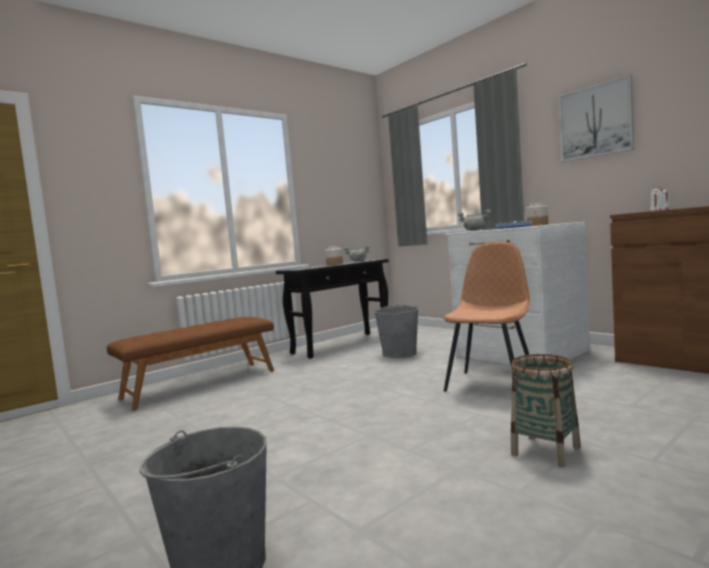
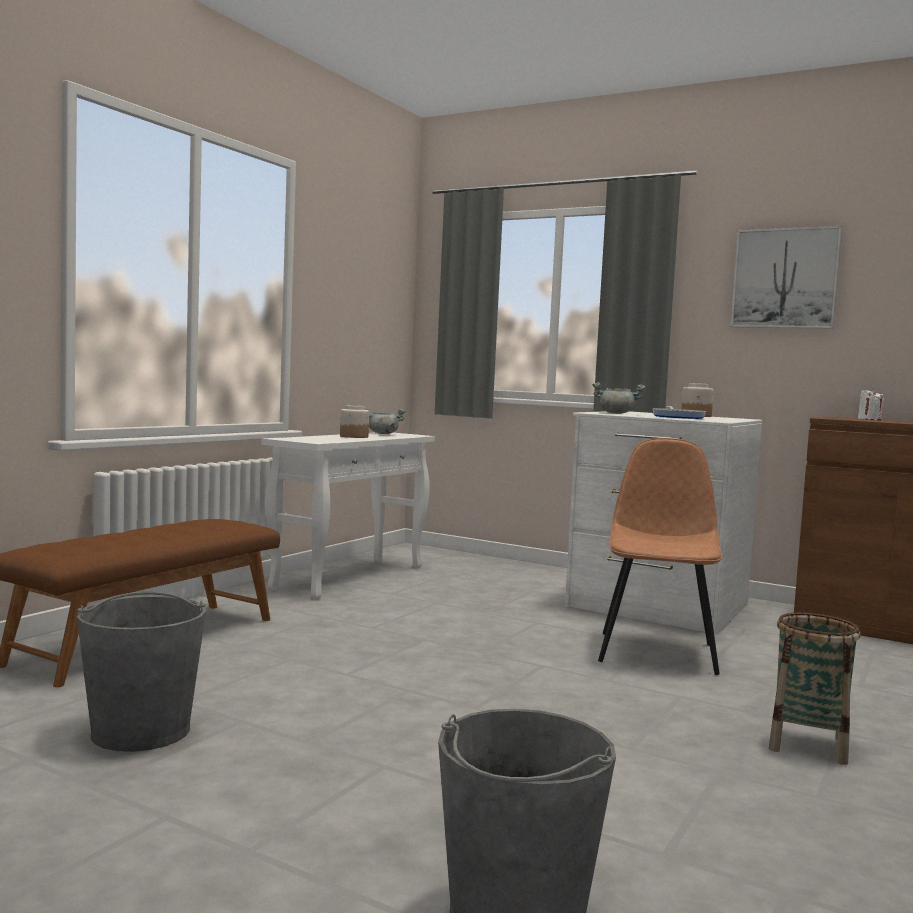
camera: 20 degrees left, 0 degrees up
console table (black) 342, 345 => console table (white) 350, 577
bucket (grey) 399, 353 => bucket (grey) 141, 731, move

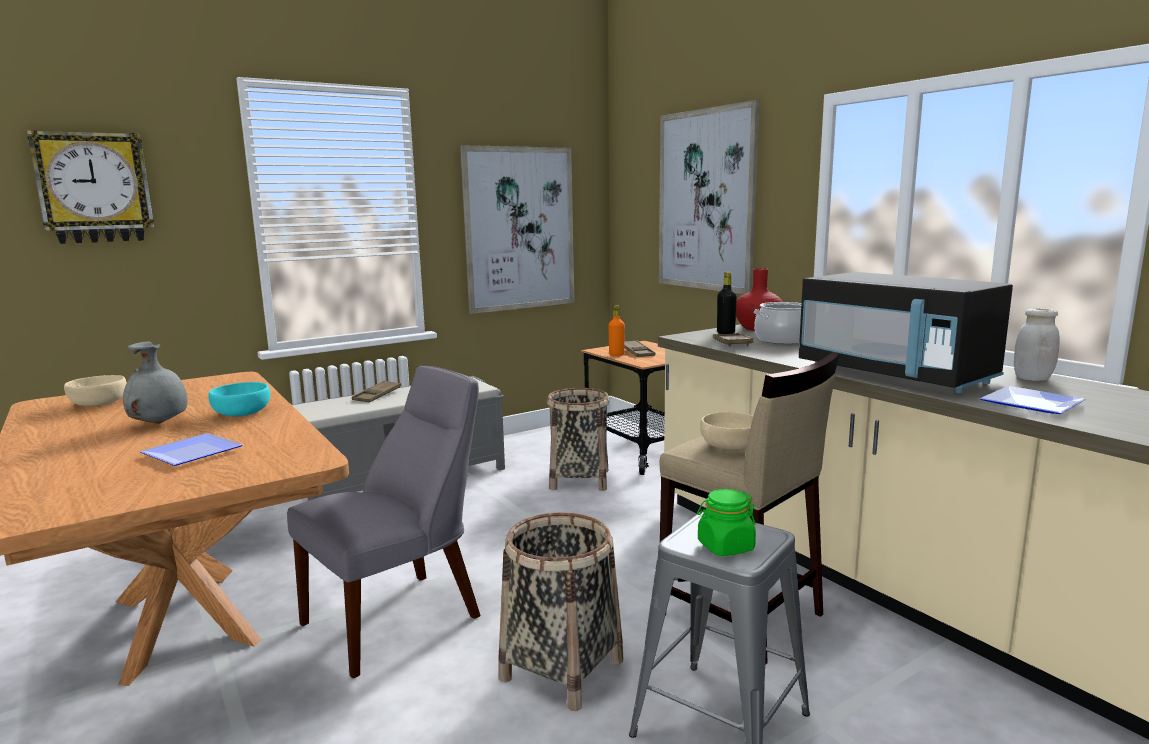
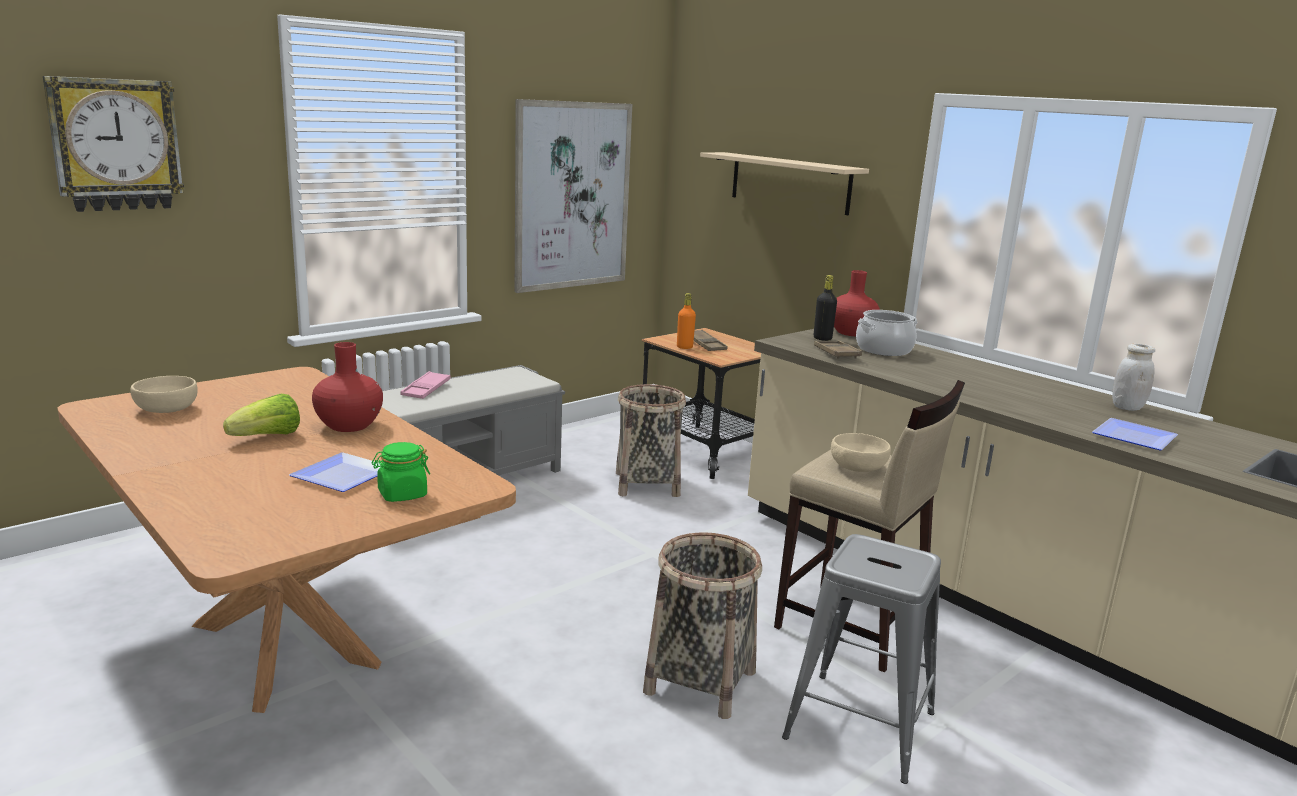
camera: 10 degrees left, 5 degrees up
picture 706, 200 => shelf (beige) 790, 183
microwave (black) 894, 375 => nothing
vase (grey) 160, 423 => lettuce 268, 437
chair (grey) 399, 617 => nothing
tray (brown) 377, 395 => tray (pink) 426, 389
bowl (turquoise) 241, 413 => vase (red) 349, 425
jar (green) 725, 547 => jar (green) 402, 494, move

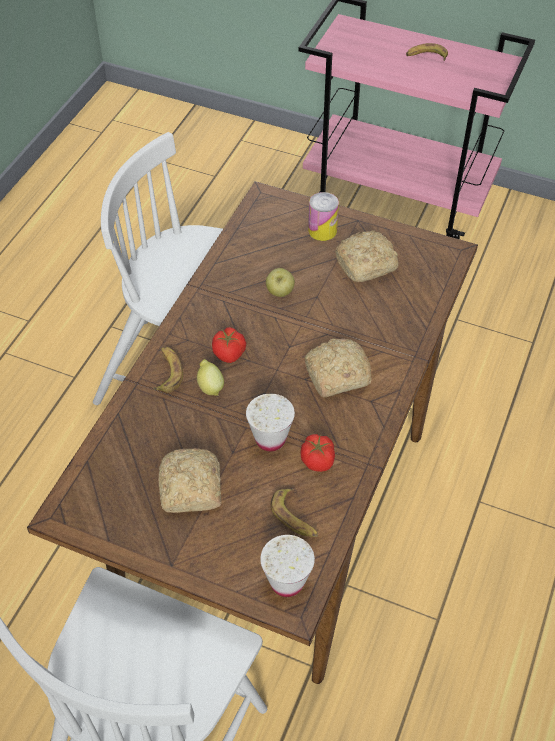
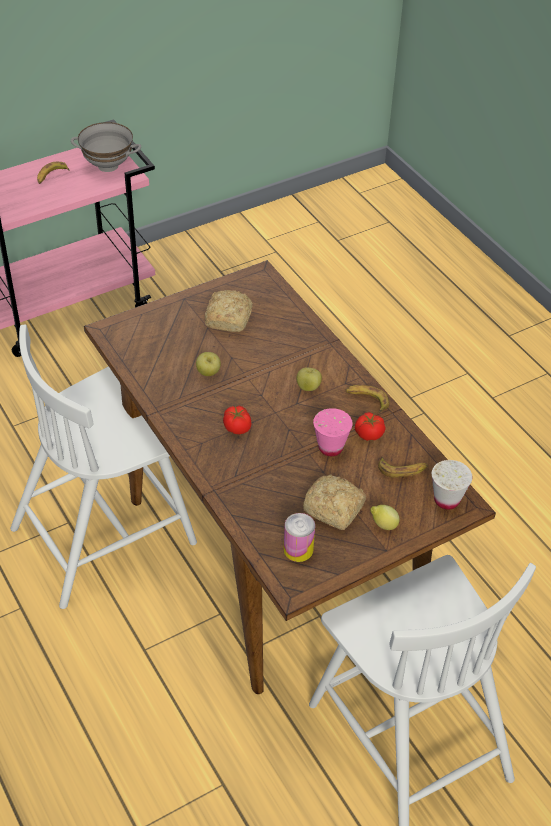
camera: 55 degrees left, 5 degrees down
can 322, 230 => can 298, 549, move
bread 335, 375 => apple 308, 387
banana 167, 372 => banana 367, 400, move
lemon 210, 387 => lemon 383, 525, move
cup (white) 270, 439 => cup (pink) 330, 447
nothing => bowl (grey) 107, 166

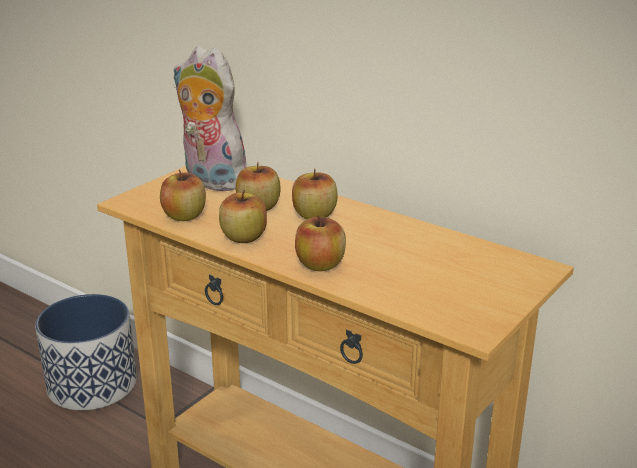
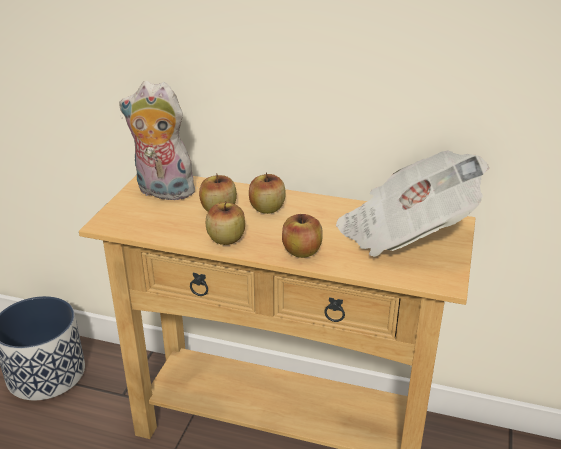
camera: 20 degrees left, 5 degrees up
apple 184, 216 => nothing
nothing => newspaper 405, 233

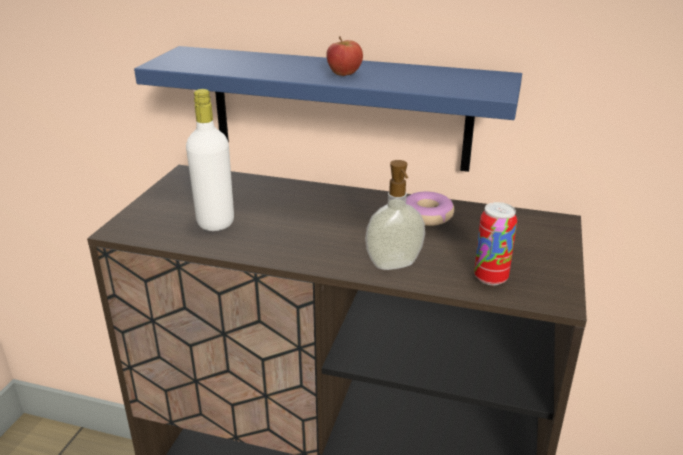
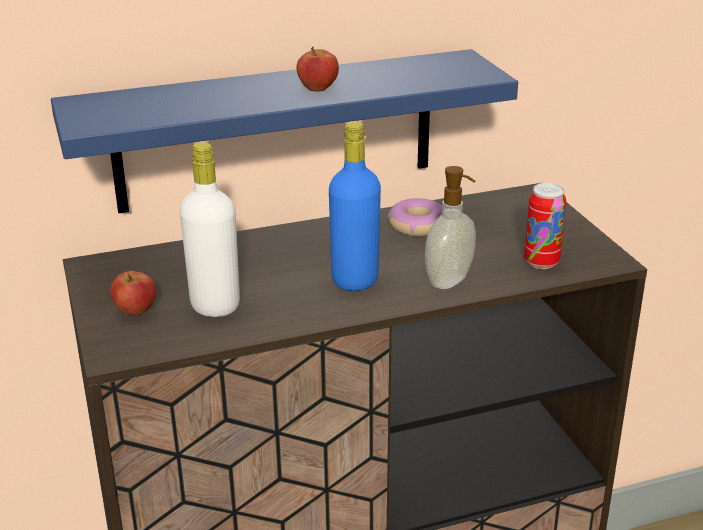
camera: 35 degrees left, 0 degrees up
nothing => bottle (blue) 355, 280
nothing => apple 136, 310

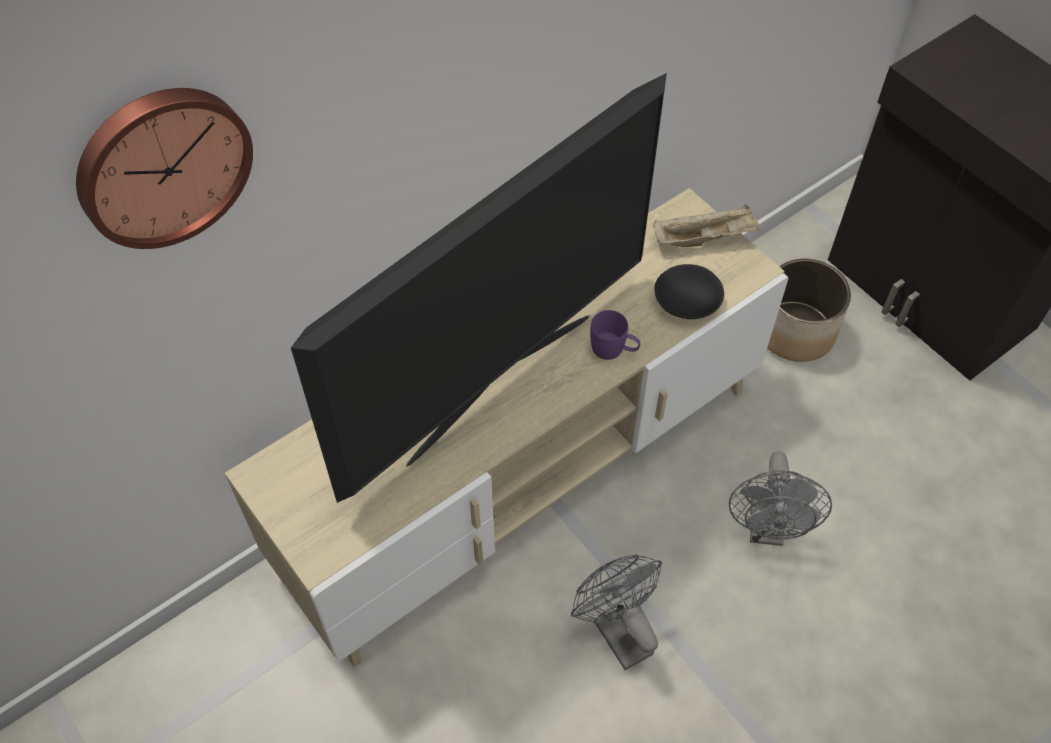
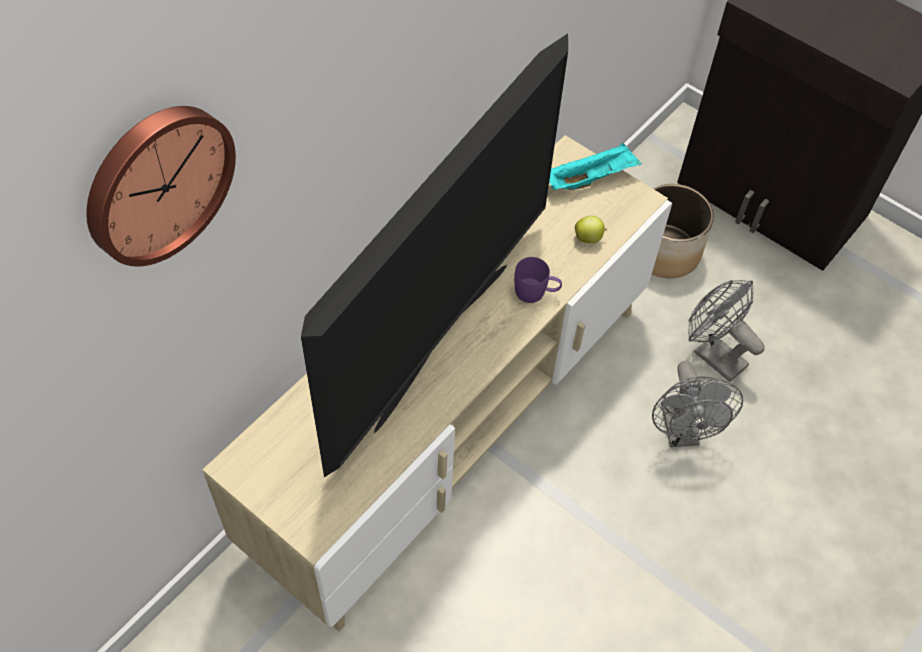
camera: 15 degrees left, 0 degrees up
tray (beige) 705, 238 => tray (turquoise) 591, 178
bowl (black) 686, 301 => apple 588, 238
fan (grey) 616, 630 => fan (grey) 712, 354, move

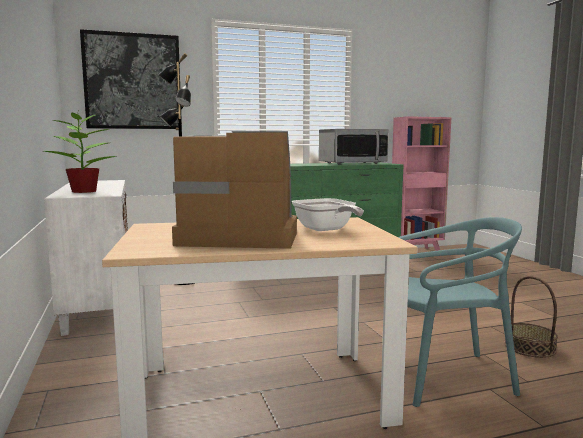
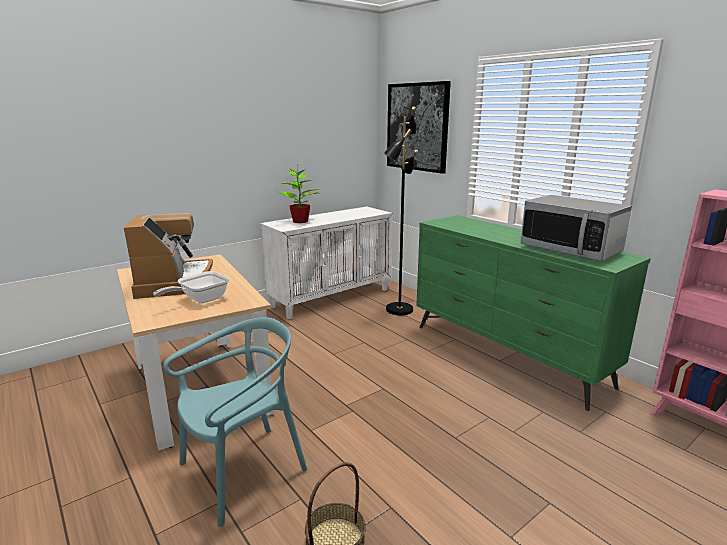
camera: 70 degrees right, 10 degrees up
chair (turquoise) 445, 376 => chair (turquoise) 243, 471, 105 degrees counterclockwise

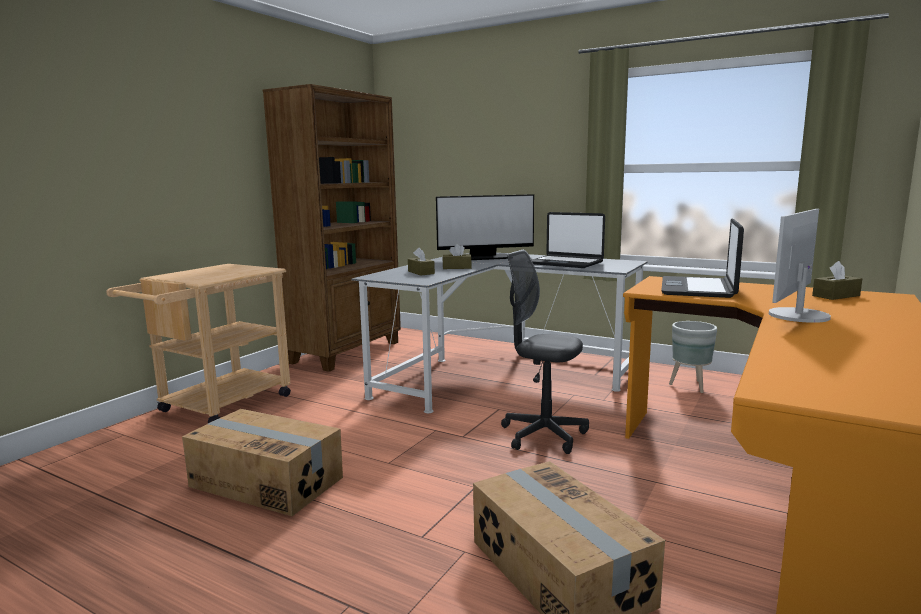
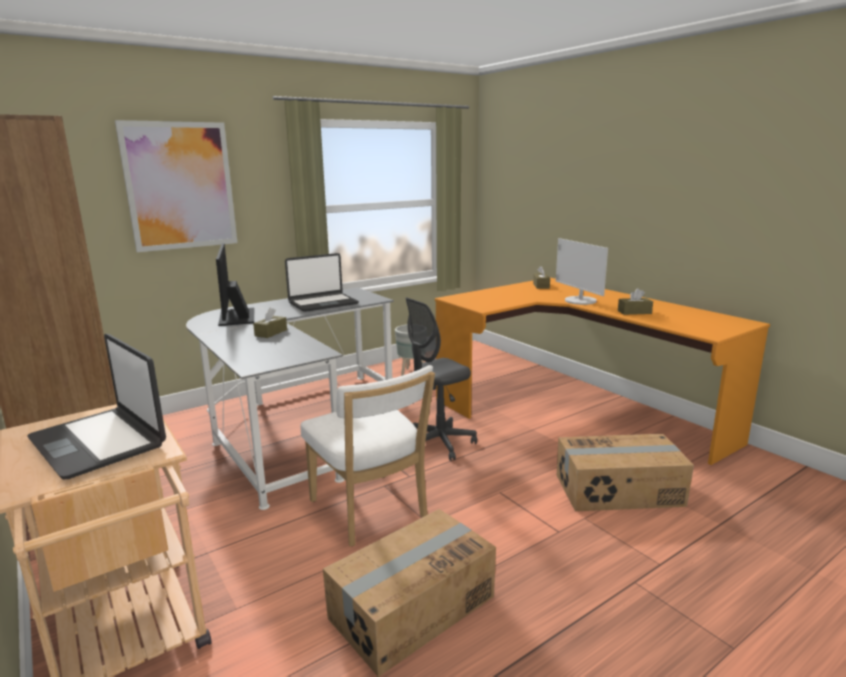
camera: 65 degrees left, 5 degrees up
monitor 484, 257 => monitor 235, 317, 150 degrees clockwise
laptop 698, 288 => laptop 99, 442, move
tissue box (brown) 421, 272 => tissue box (brown) 634, 312, move
nothing => picture 180, 186
nothing => chair (white) 370, 512

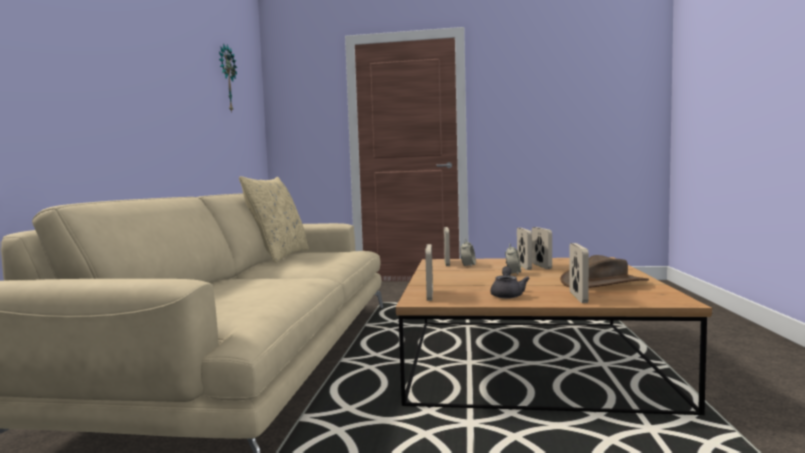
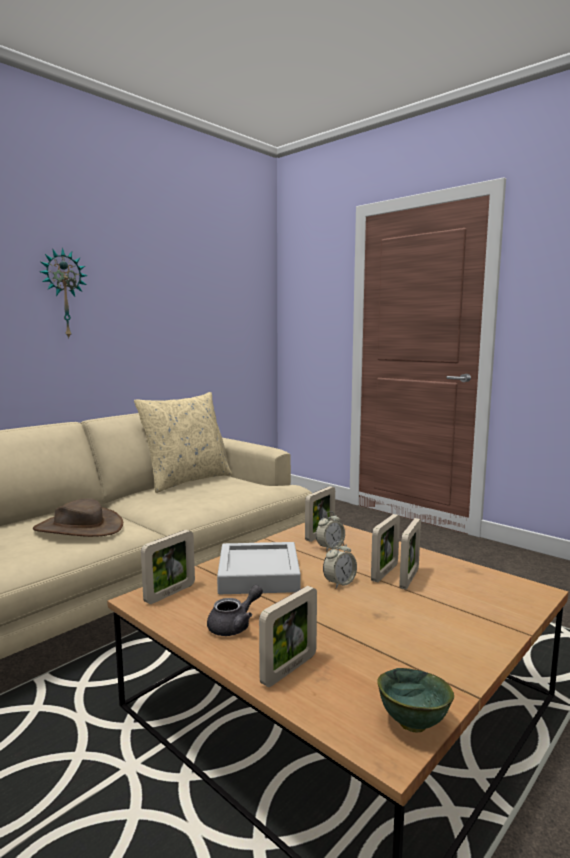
camera: 35 degrees right, 5 degrees up
wall clock 226, 78 => wall clock 63, 294, move
hat (brown) 603, 282 => hat (brown) 79, 528, move
nothing => tray (grey) 258, 575
nothing => bowl (green) 411, 723

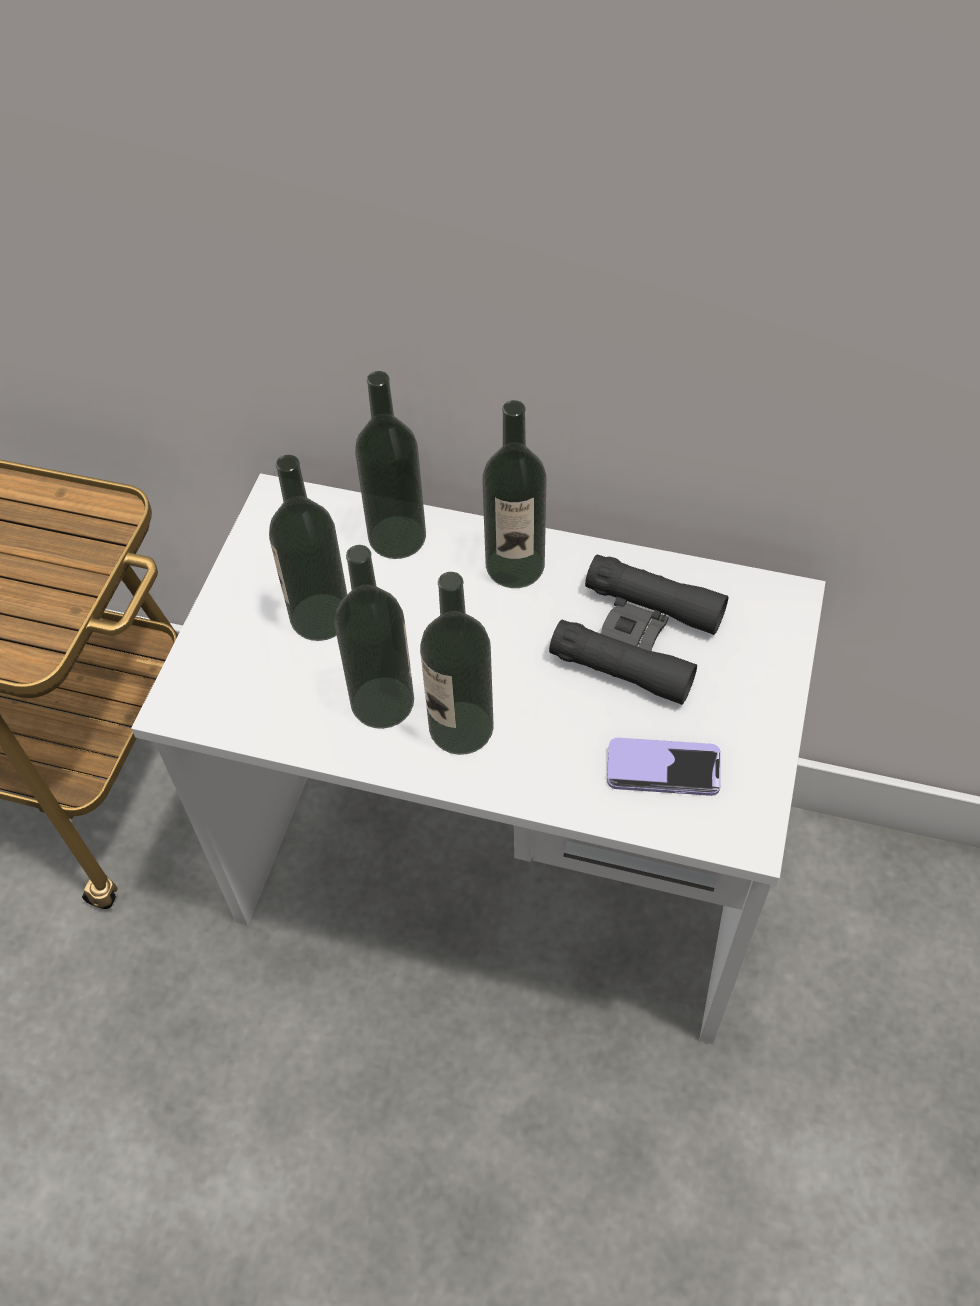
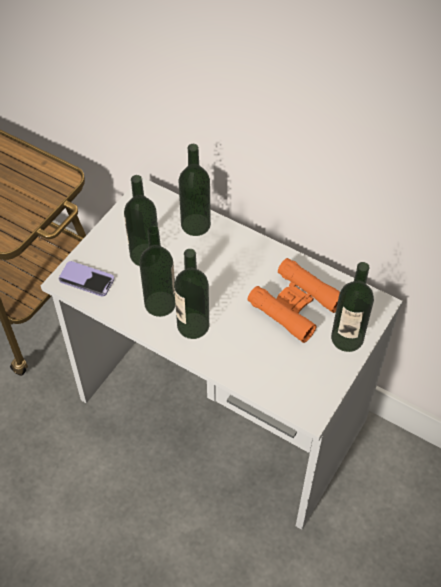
camera: 15 degrees right, 0 degrees up
bottle 515, 566 => bottle 347, 338, move
binoculars (black) 637, 638 => binoculars (orange) 295, 305
phone 663, 769 => phone 86, 280, move

